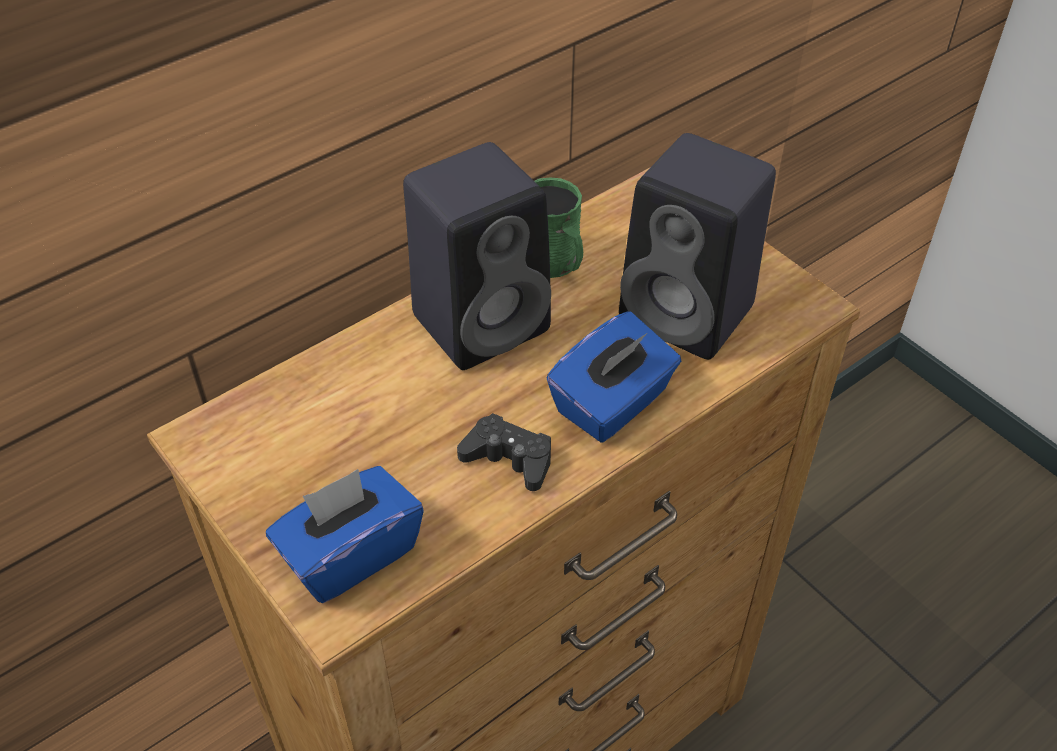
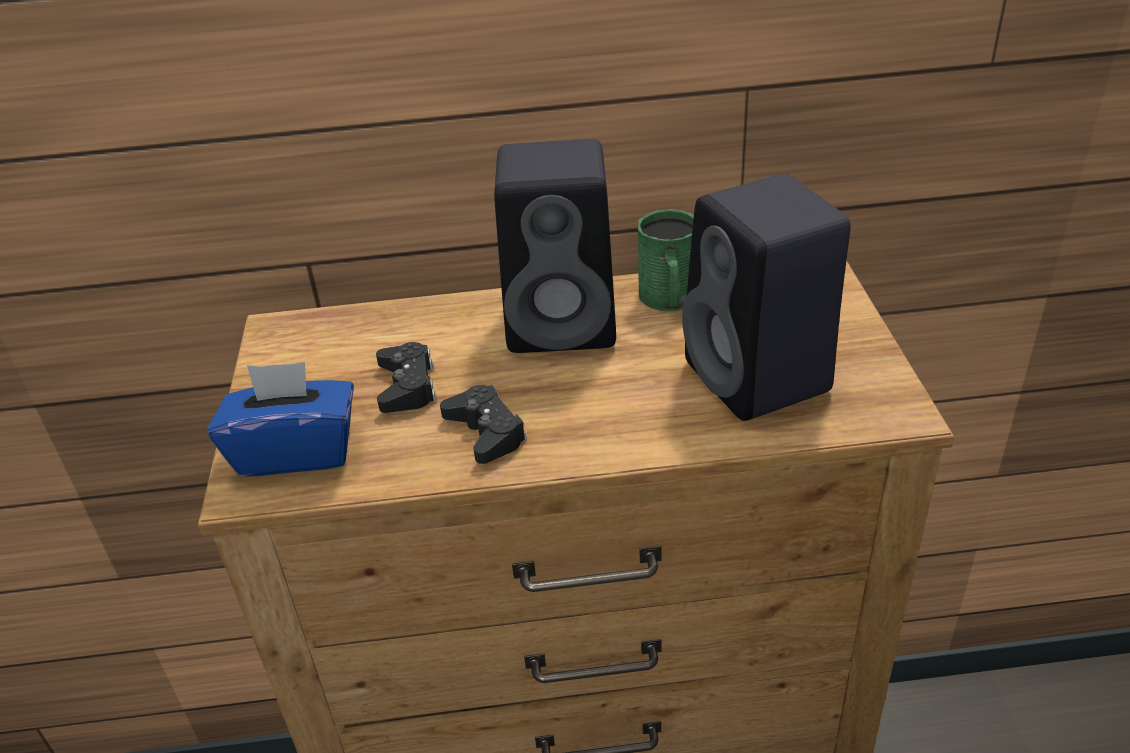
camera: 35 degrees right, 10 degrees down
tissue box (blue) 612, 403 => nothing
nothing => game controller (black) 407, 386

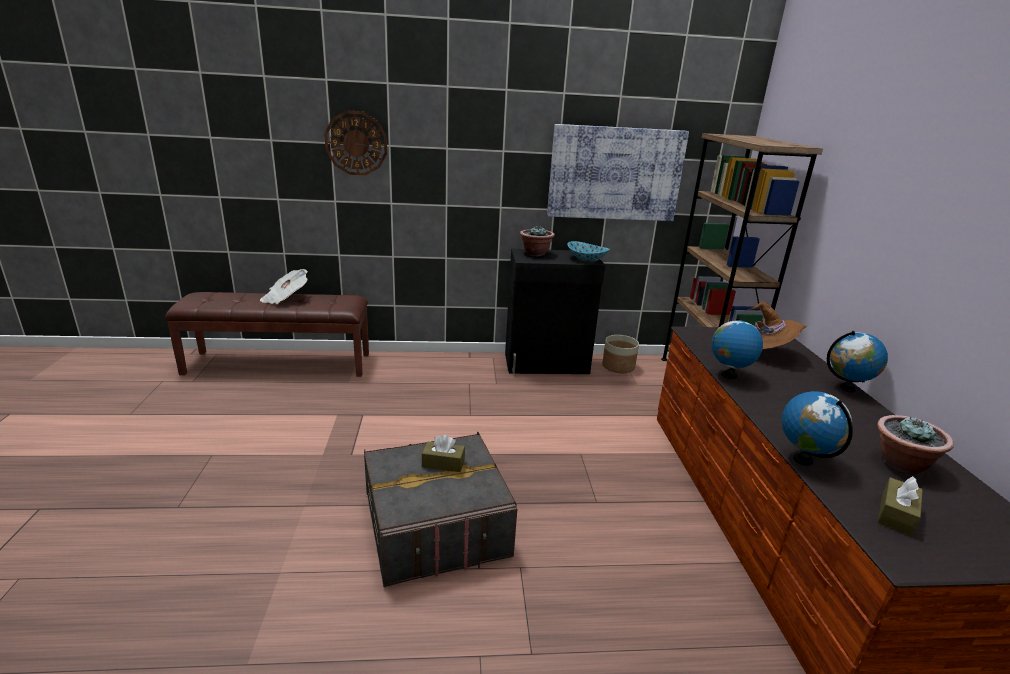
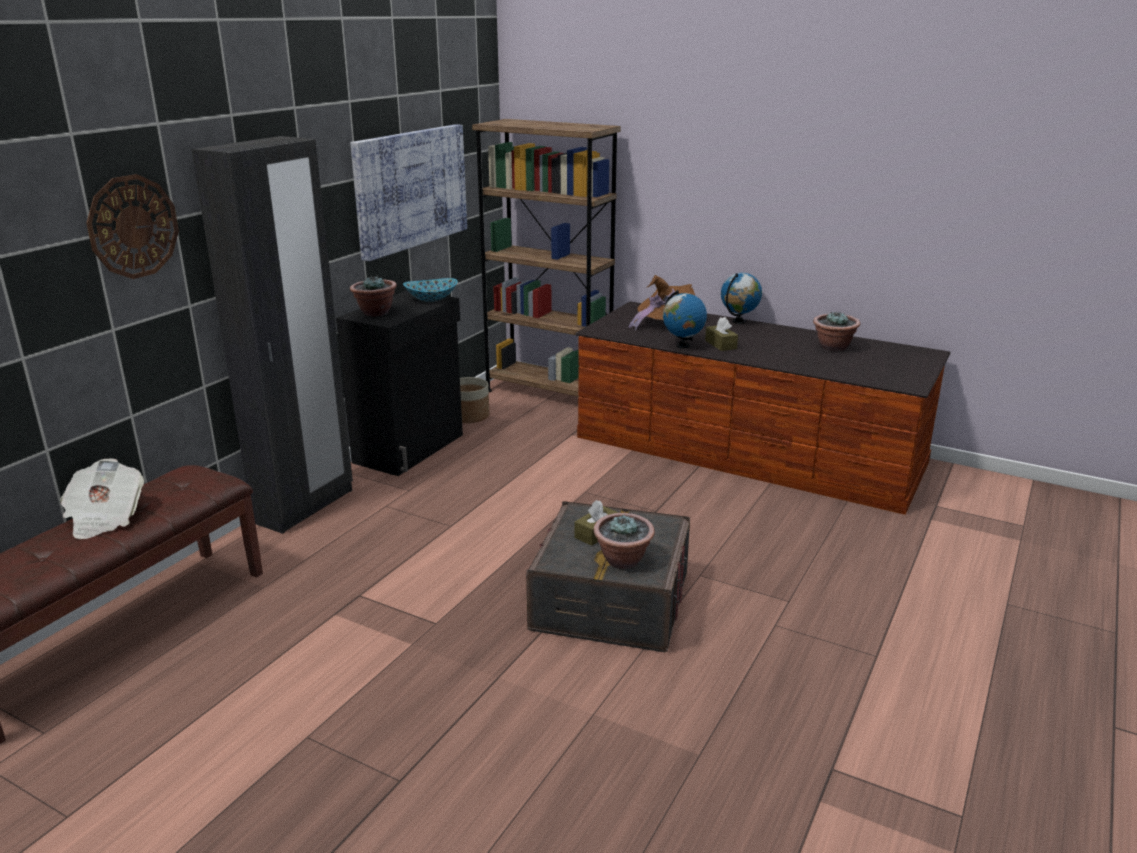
camera: 55 degrees left, 0 degrees up
globe 803, 460 => nothing
tissue box (brown) 896, 514 => tissue box (brown) 720, 344, move
nothing => wardrobe (black) 305, 506
nothing => potted plant 623, 560

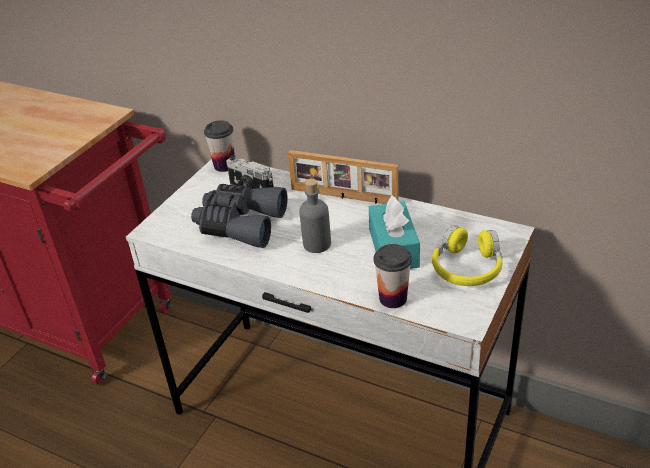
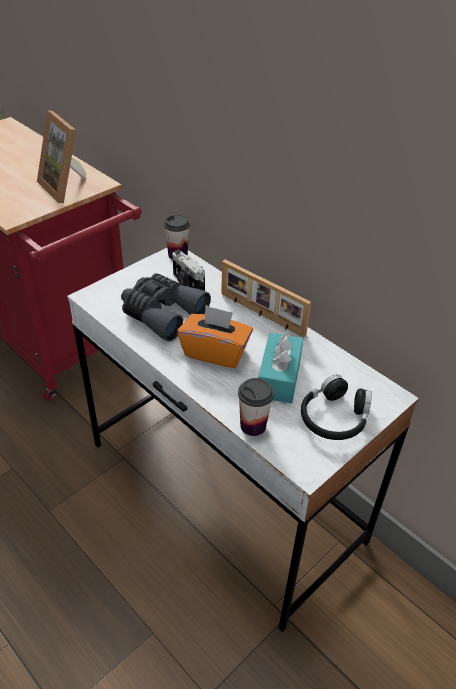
camera: 15 degrees right, 5 degrees up
bottle (grey) 317, 244 => tissue box (orange) 215, 352
headphones (yellow) 467, 267 => headphones (black) 334, 417
nothing => picture frame 67, 187

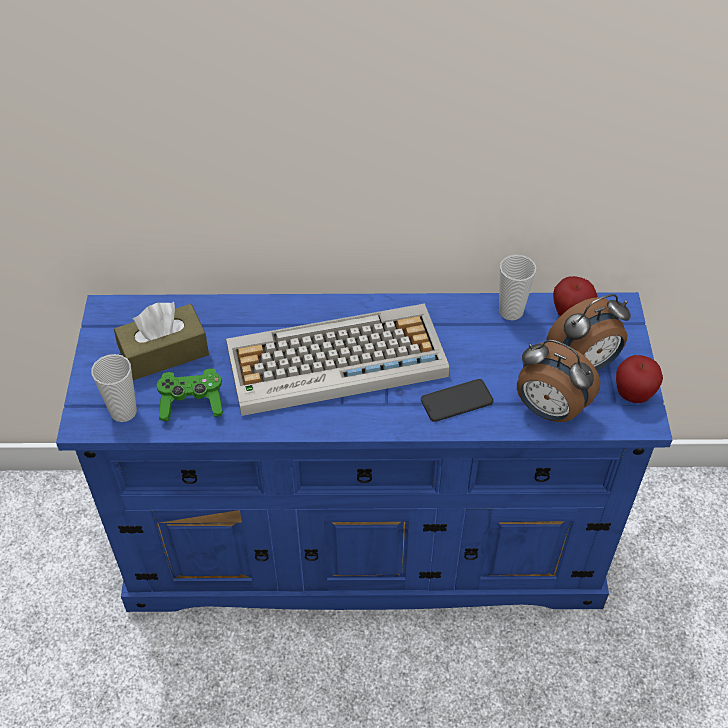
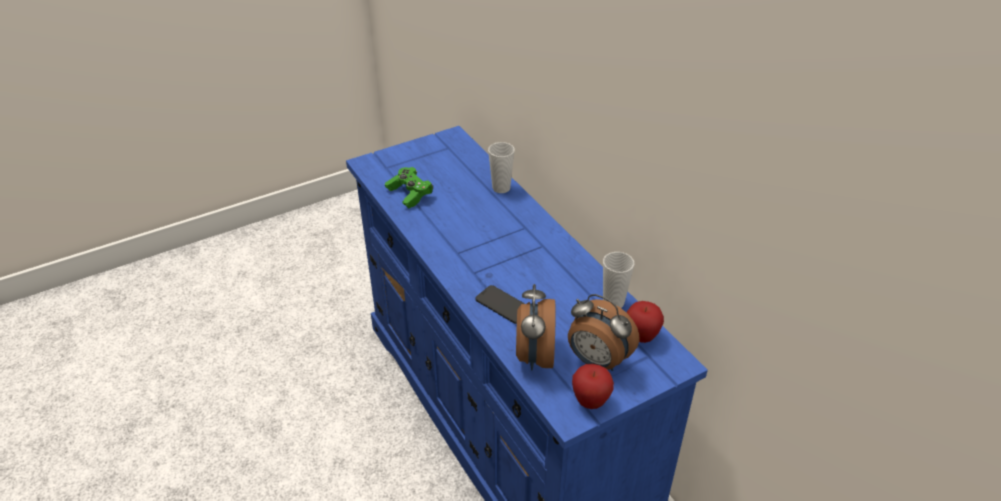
camera: 60 degrees right, 10 degrees down
tissue box (brown) 164, 353 => nothing
keyboard 334, 361 => nothing
cup 123, 411 => cup 501, 188, move

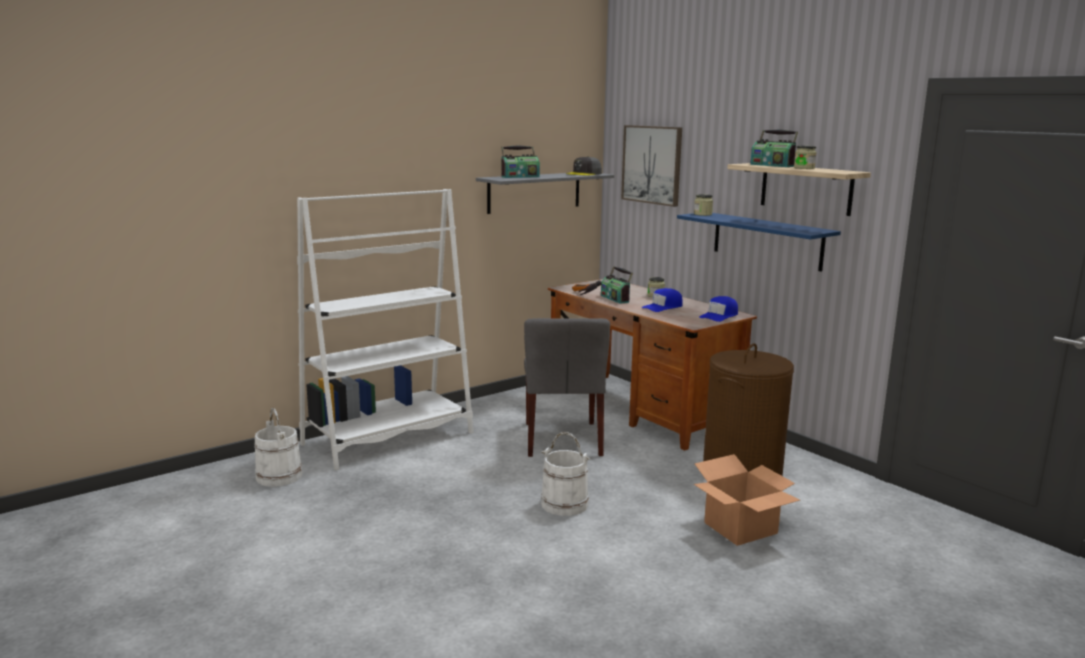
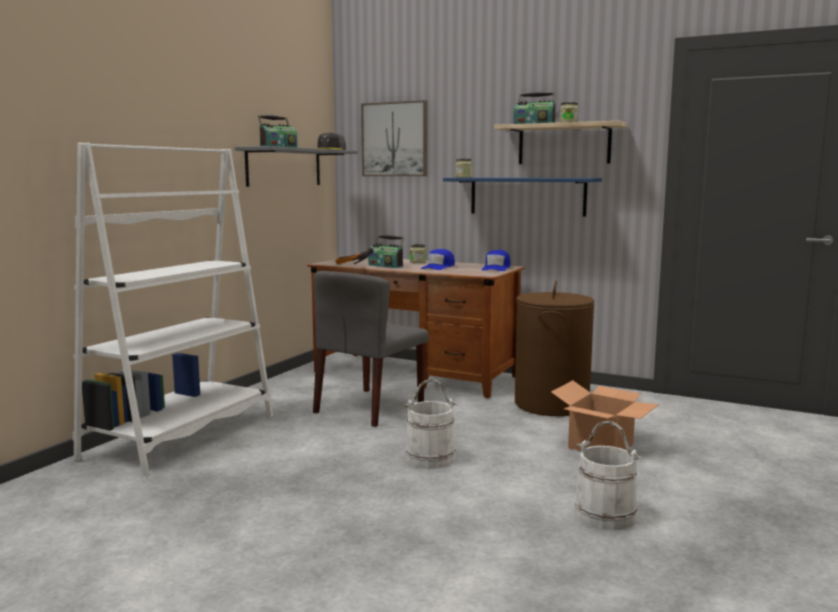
camera: 25 degrees left, 5 degrees down
chair (grey) 563, 439 => chair (grey) 369, 407, 60 degrees clockwise
bucket (white) 279, 476 => bucket (white) 605, 515, move

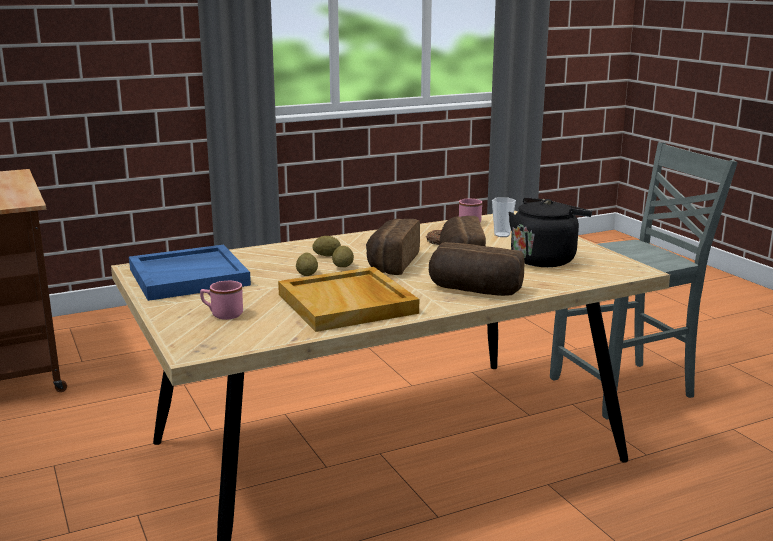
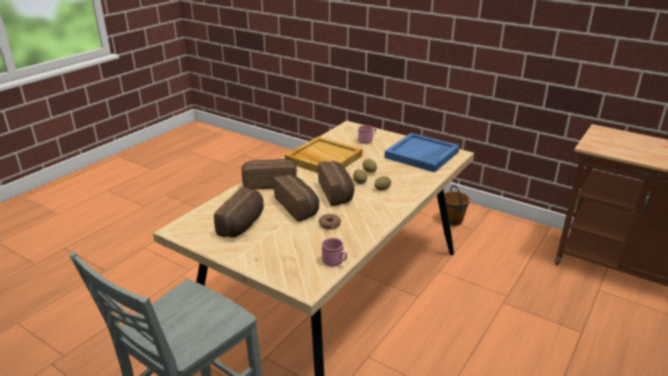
camera: 150 degrees right, 10 degrees up
cup 502, 235 => nothing
kettle (black) 545, 259 => bread 243, 224
nothing => bucket (brown) 453, 221

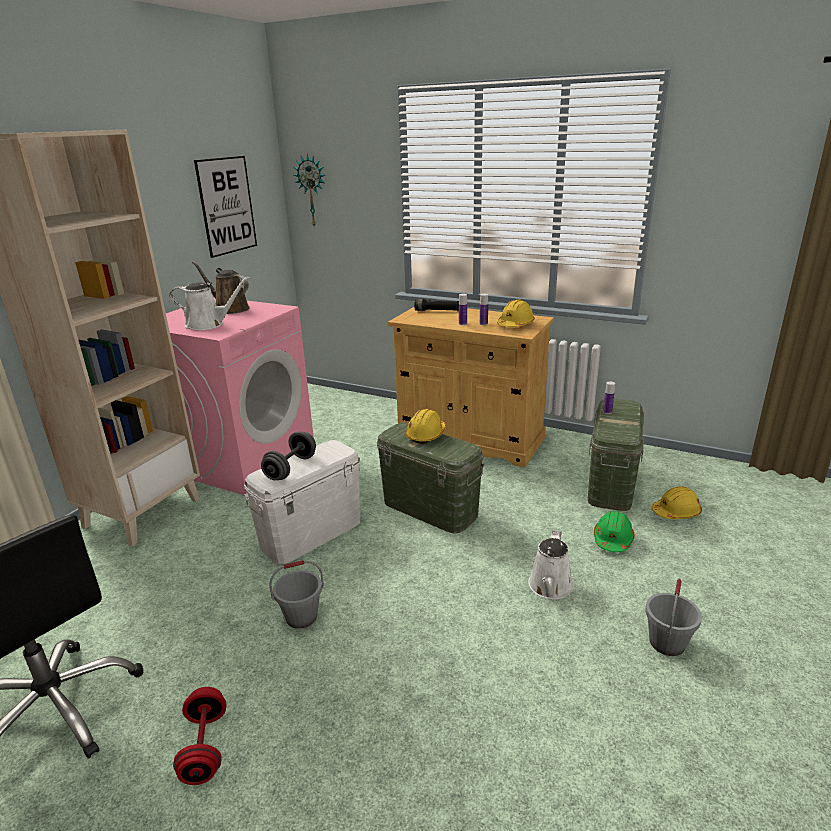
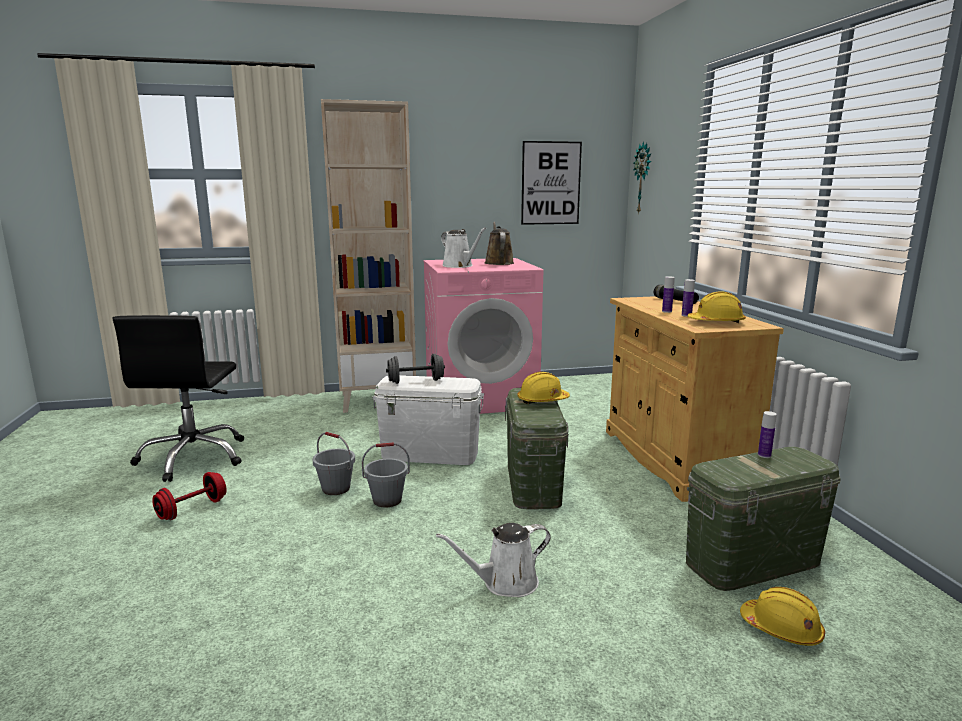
camera: 50 degrees right, 10 degrees down
hard hat (green) 612, 540 => nothing
bucket (grey) 667, 643 => bucket (grey) 387, 500, move

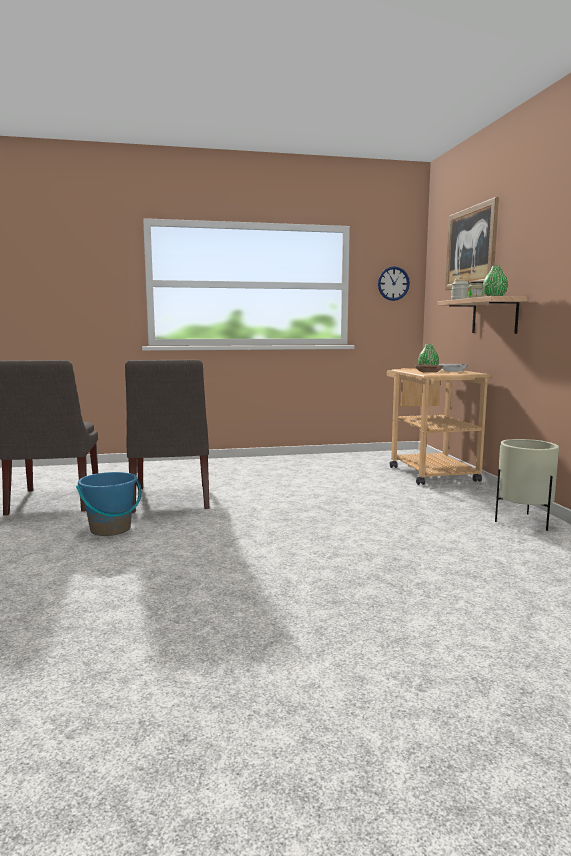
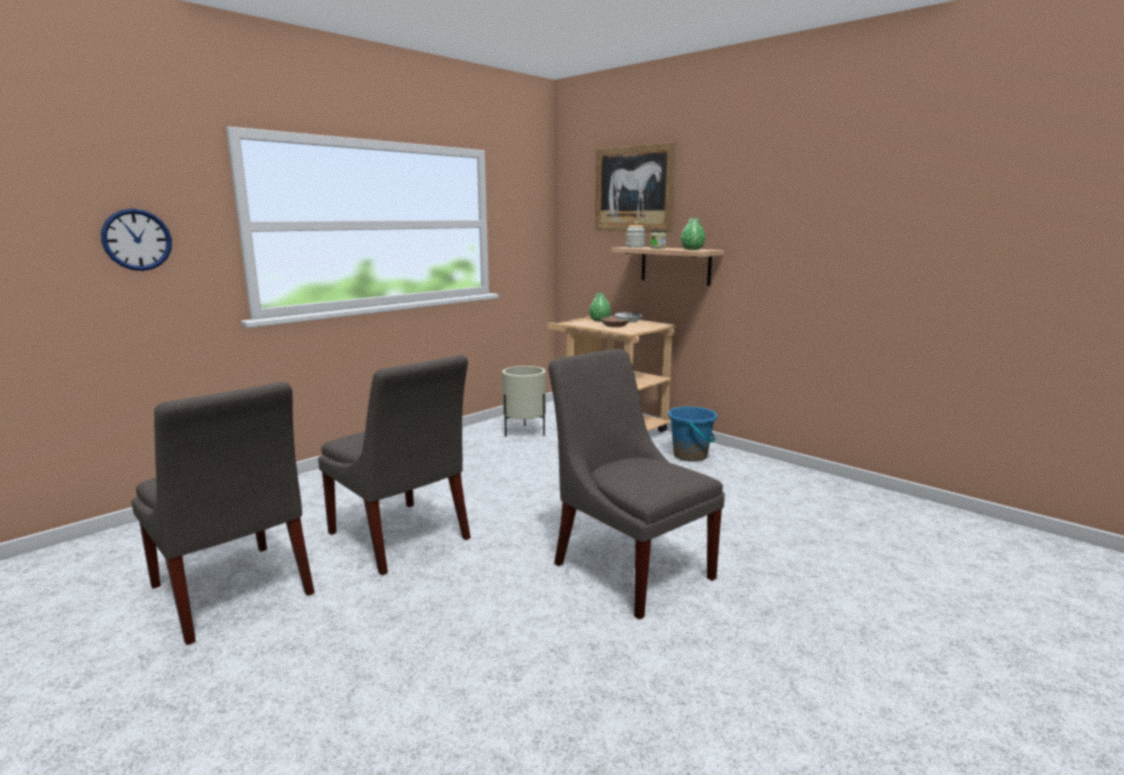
camera: 35 degrees left, 5 degrees up
wall clock 393, 283 => wall clock 137, 240, move
planter (beige) 522, 522 => planter (beige) 524, 432, move
bucket (blue) 110, 529 => bucket (blue) 690, 456, move
nothing => chair (grey) 629, 567

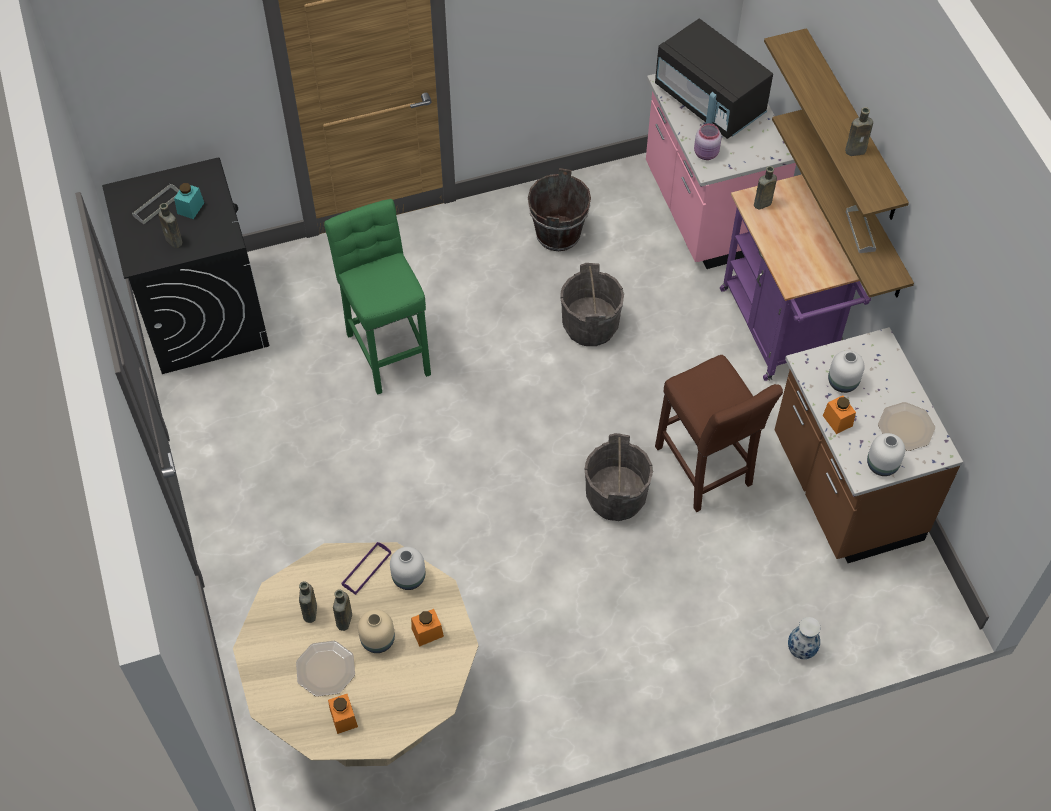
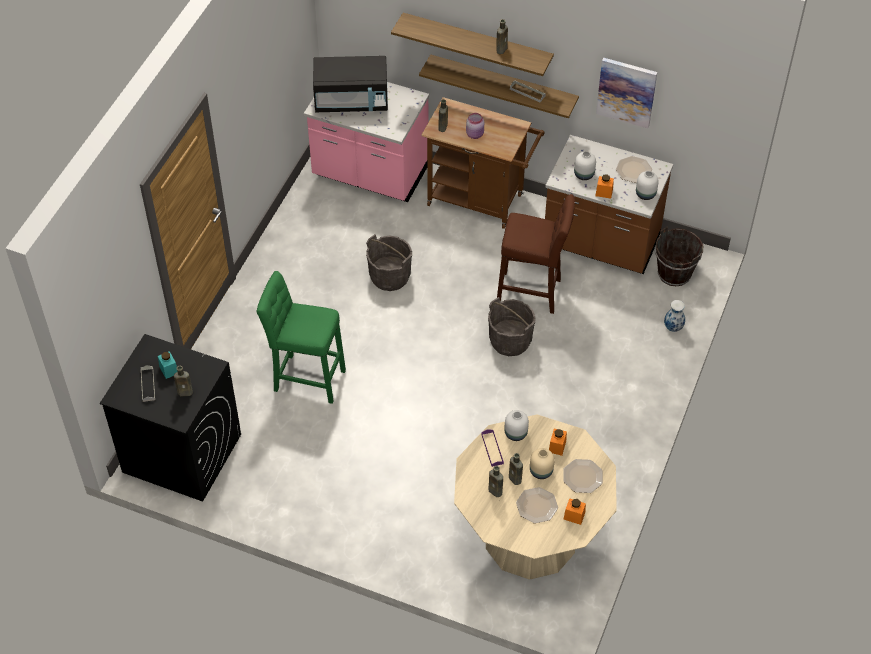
camera: 50 degrees left, 5 degrees down
jar (pink) 706, 154 => jar (pink) 475, 134, move
bucket (brown) 558, 234 => bucket (brown) 674, 273, move
cart (purple) 780, 332 => cart (brown) 481, 201
nothing => picture 626, 92
nothing => plate 583, 476

